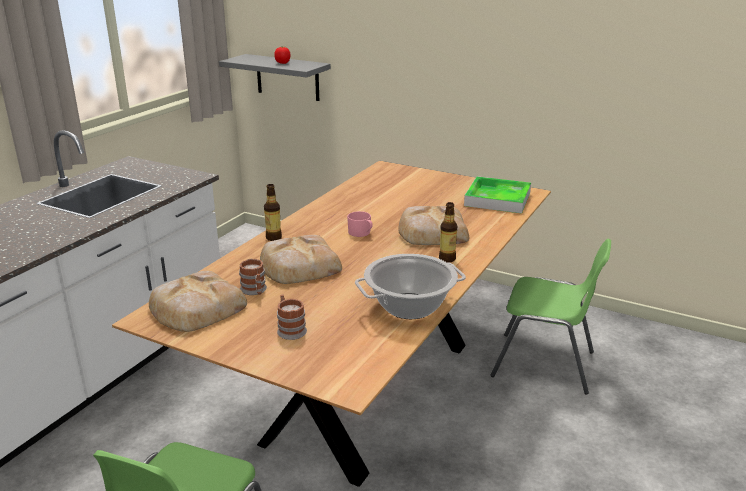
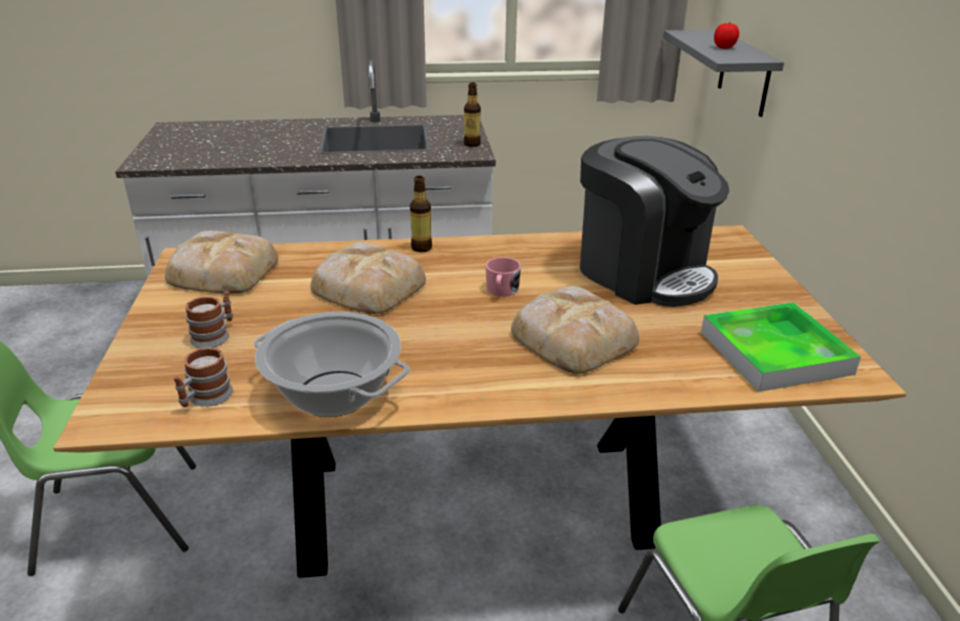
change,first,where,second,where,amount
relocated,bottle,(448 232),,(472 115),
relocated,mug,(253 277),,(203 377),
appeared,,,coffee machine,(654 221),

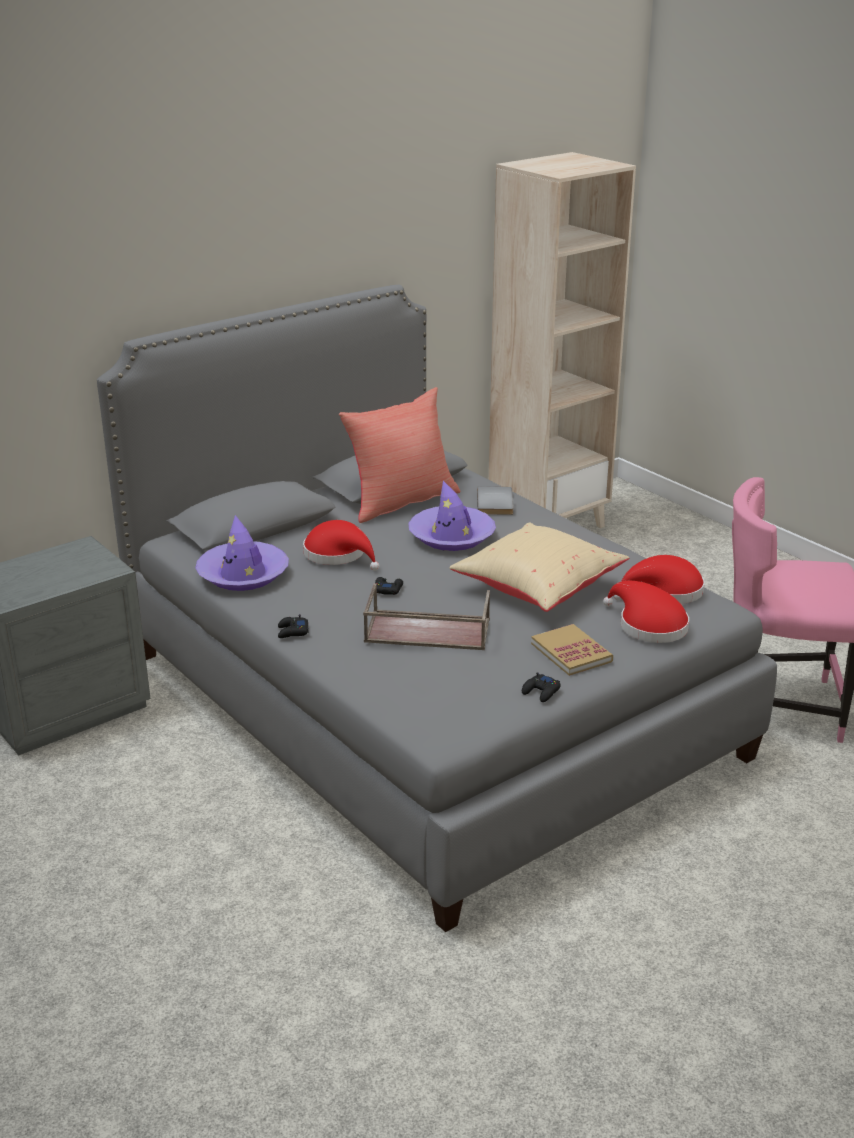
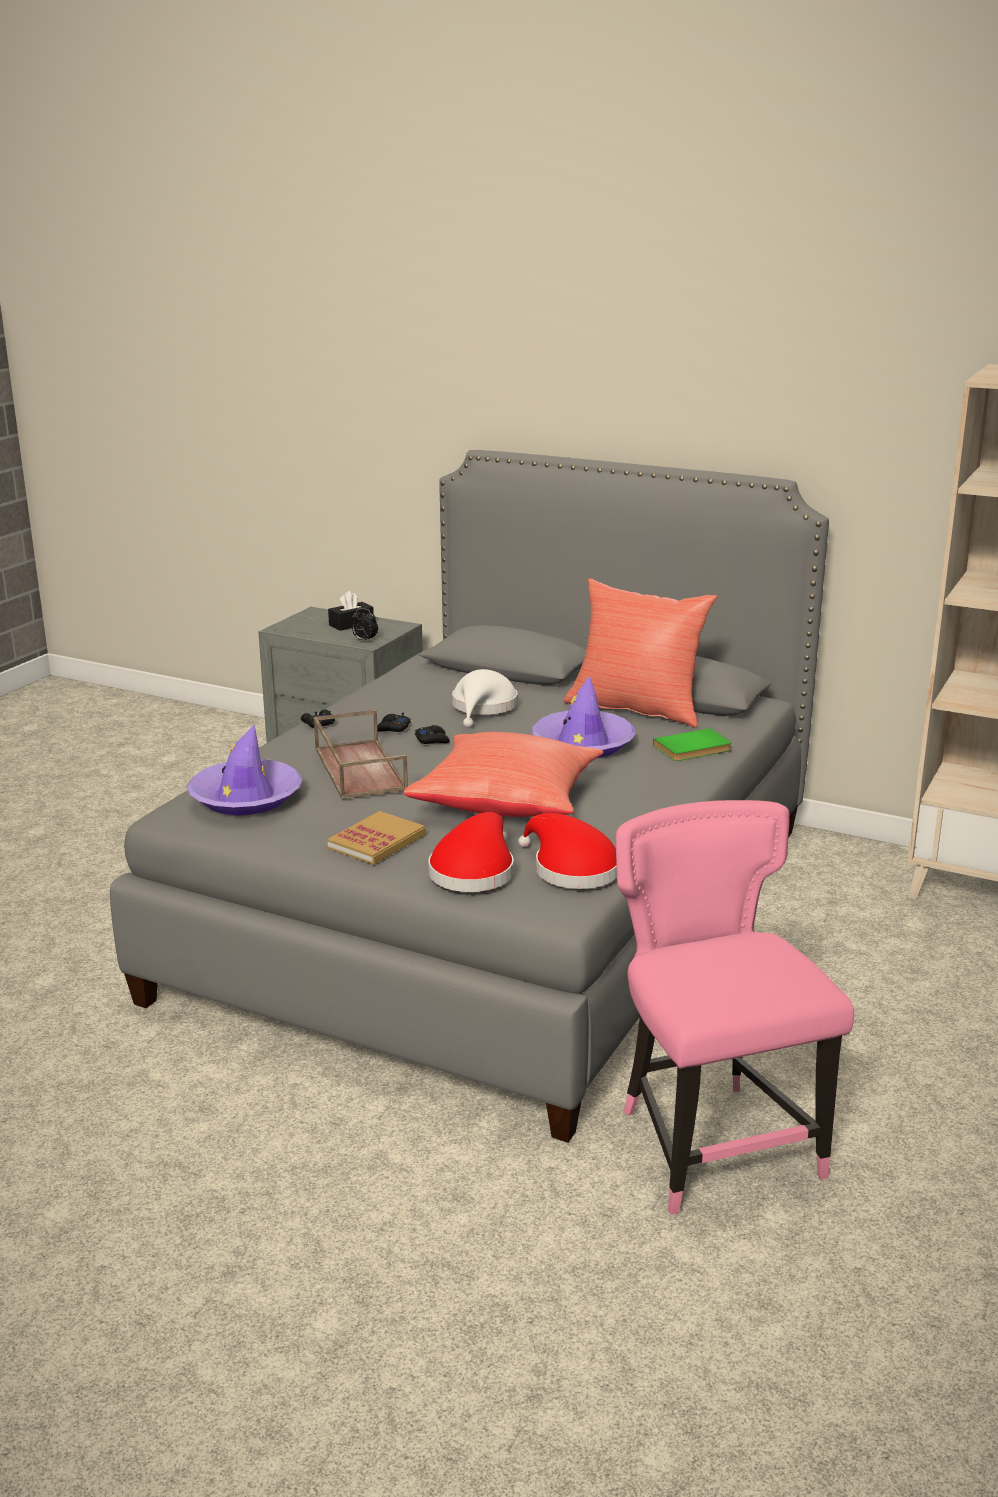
change,first,where,second,where,amount
colour,grey book,(495 501),green book,(692 744),
relocated,purple hat,(242 553),,(245 770),
colour,red hat,(341 545),white hat,(484 698),
colour,beige pillow,(539 567),red pillow,(503 774),
relocated,black game controller,(541 687),,(394 722),
appeared,,,black tissue box,(351 611),
appeared,,,alarm clock,(364 625),

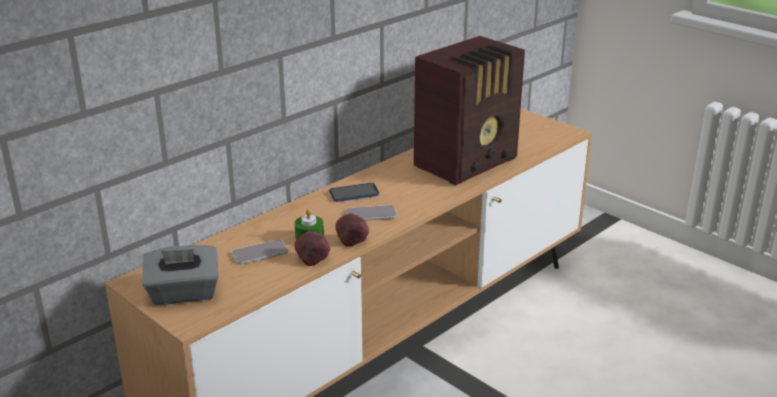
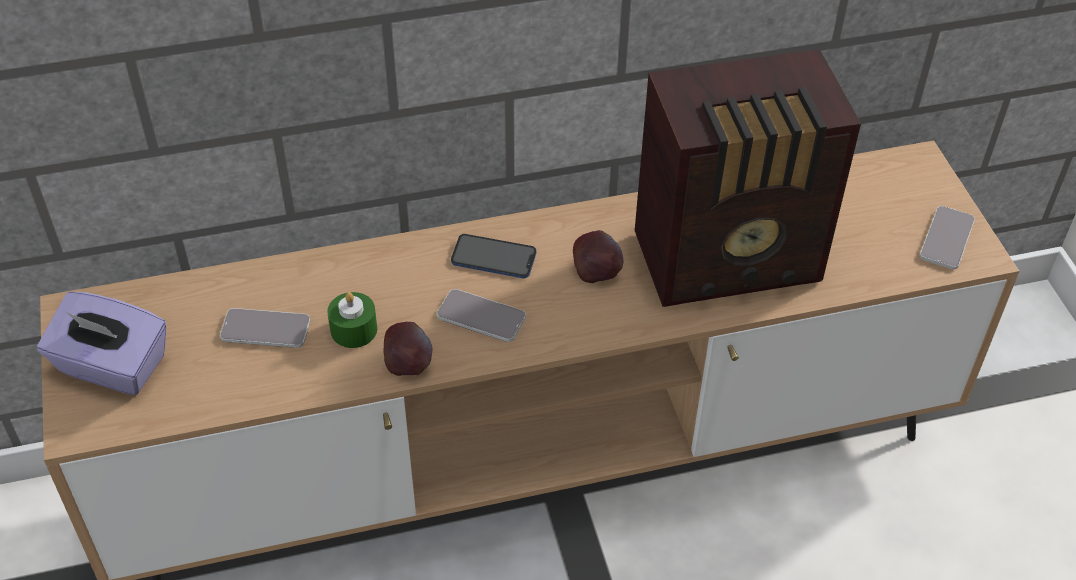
change,first,where,second,where,amount
relocated,apple,(312 248),,(598 256),
colour,grey tissue box,(180 275),purple tissue box,(101 343),
appeared,,,phone,(947 237),

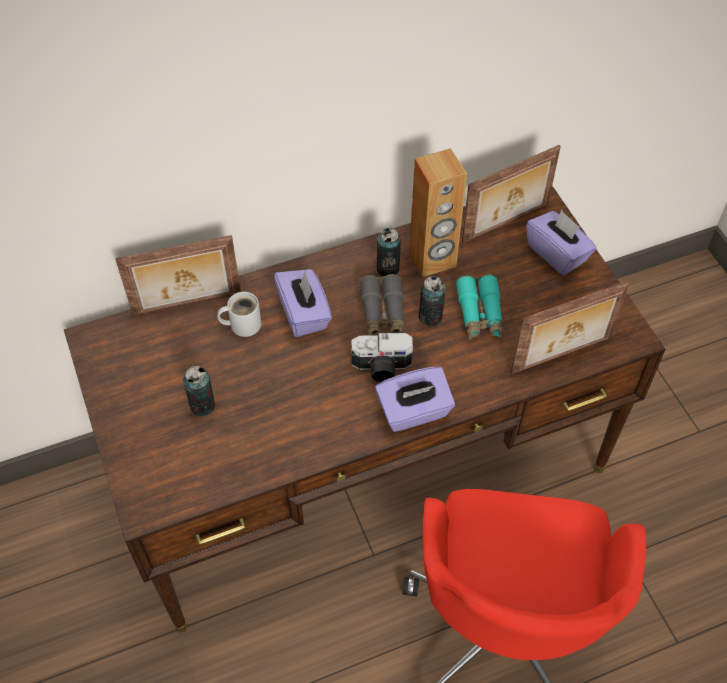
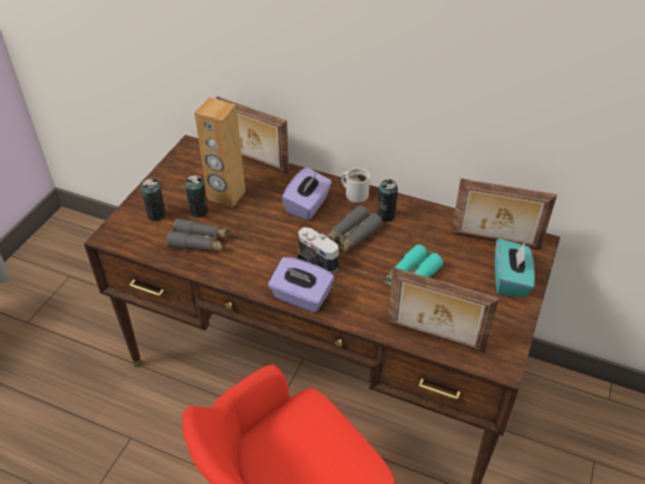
change,first,where,second,where,amount
relocated,brown speaker,(438 212),,(220 152),
colour,purple tissue box,(561 242),turquoise tissue box,(515 268),
relocated,can,(432 301),,(153 199),
relocated,white mug,(239 314),,(355 185),
appeared,,,grey binoculars,(198 234),

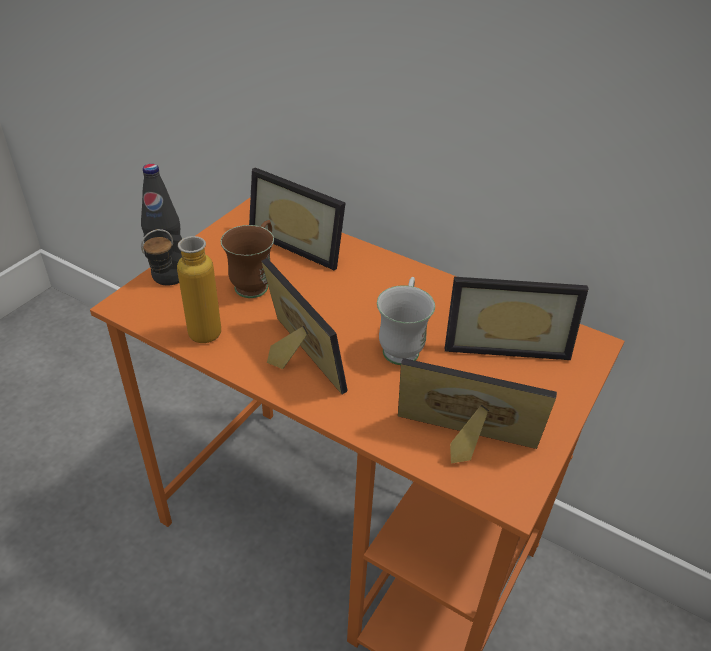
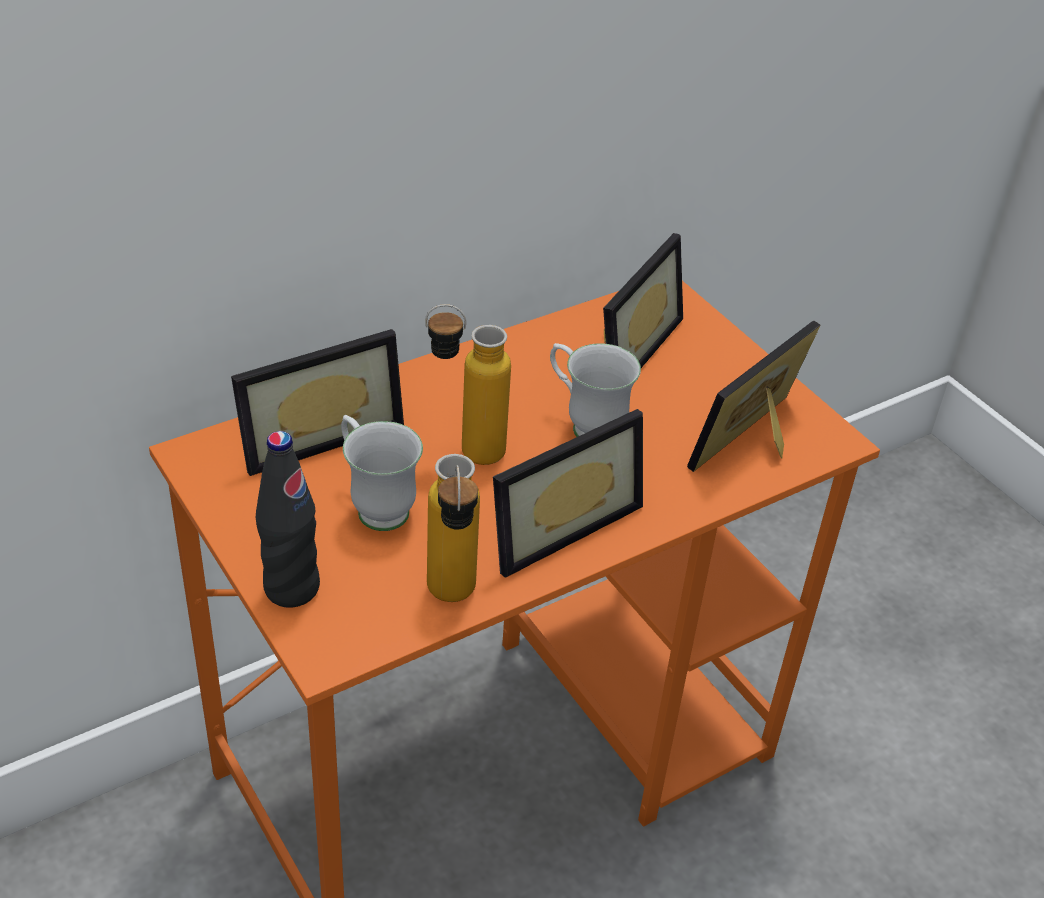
change,first,where,second,where,amount
colour,brown mug,(247 259),white mug,(382 473),
spun,picture frame,(304 326),,(568 493),150 degrees clockwise
appeared,,,bottle,(468 384),

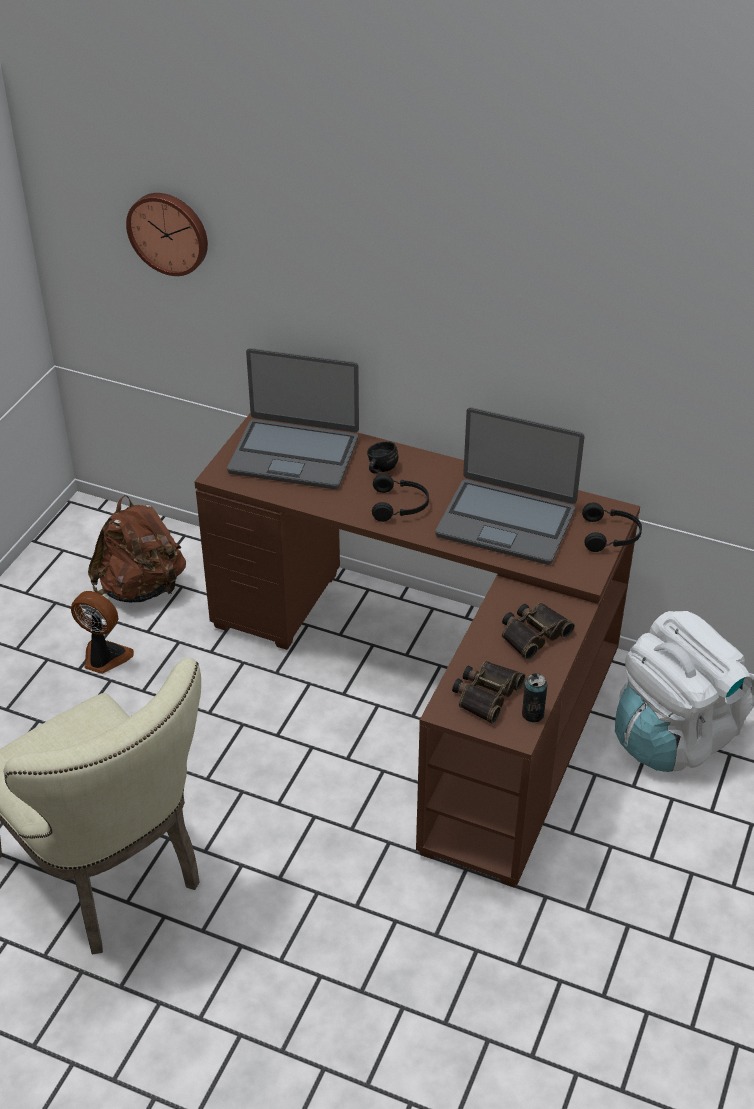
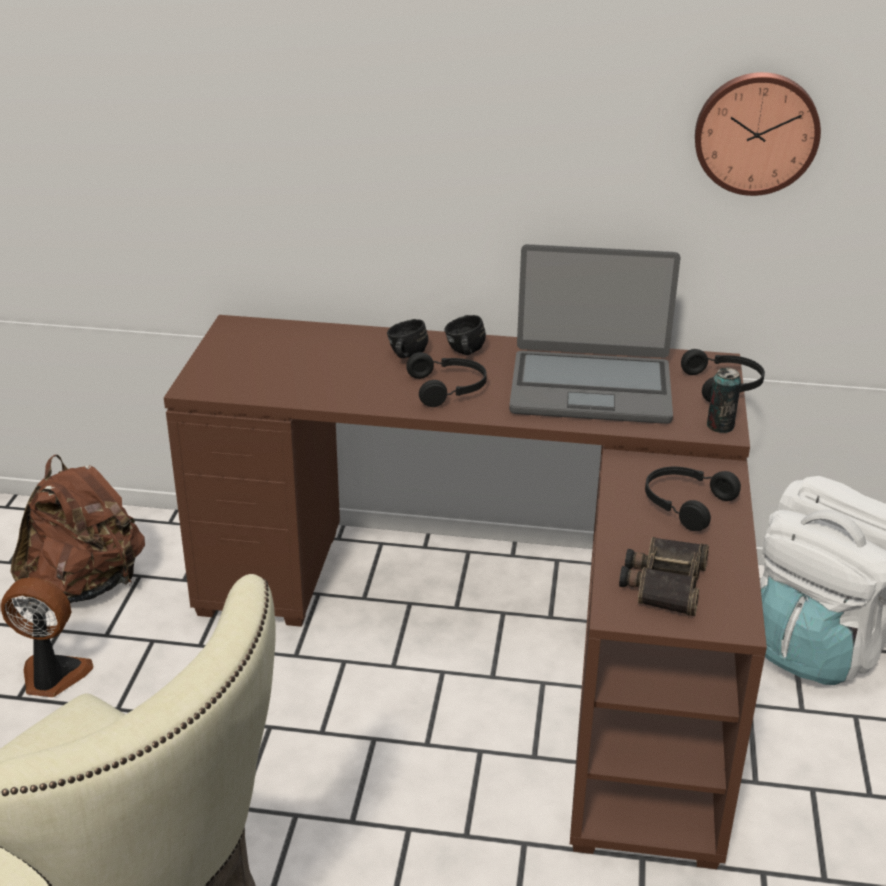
change,first,where,second,where,amount
relocated,wall clock,(167 234),,(758 134),
missing,laptop,(293 418),,,
exchanged,binoculars,(538 631),black headphones,(693 499),
relocated,can,(534 698),,(724 400),
appeared,,,black mug,(465 335),

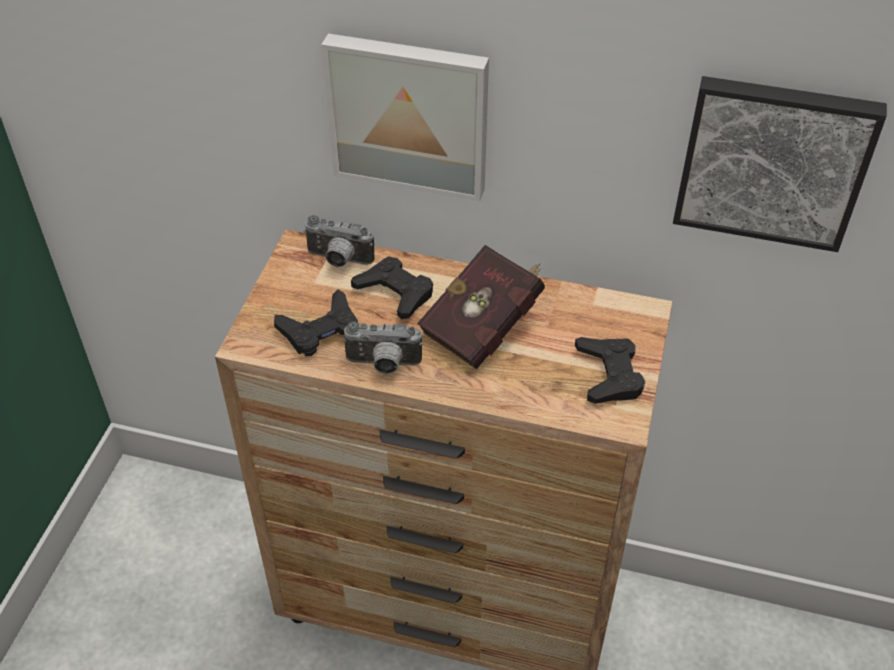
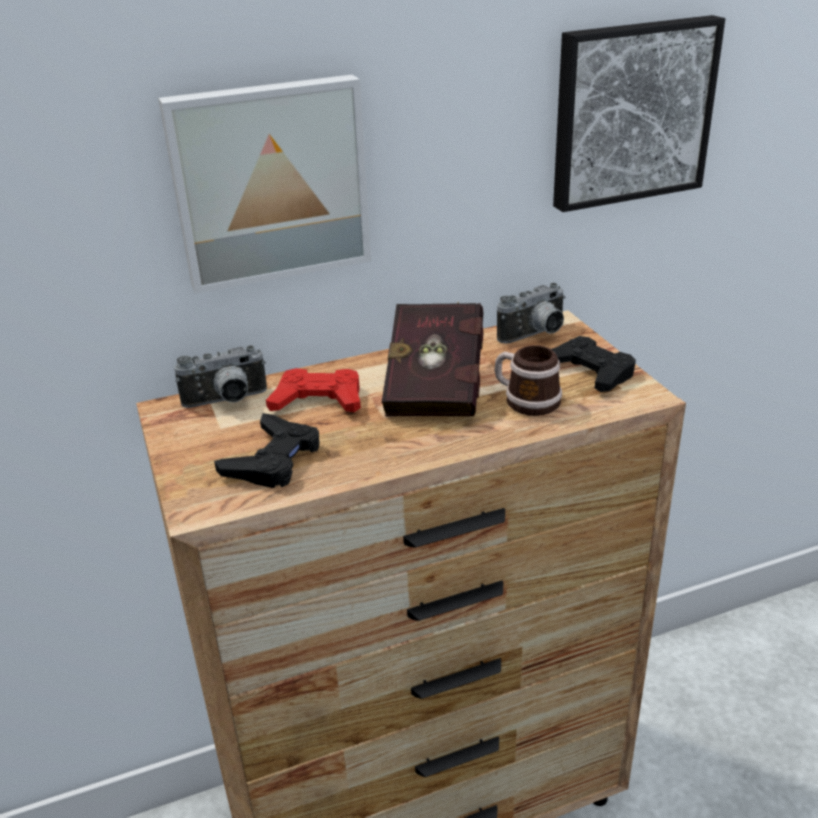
change,first,where,second,where,amount
colour,black game controller,(392 287),red game controller,(313 390),
relocated,photo camera,(383 347),,(531 313),
appeared,,,mug,(528 380),

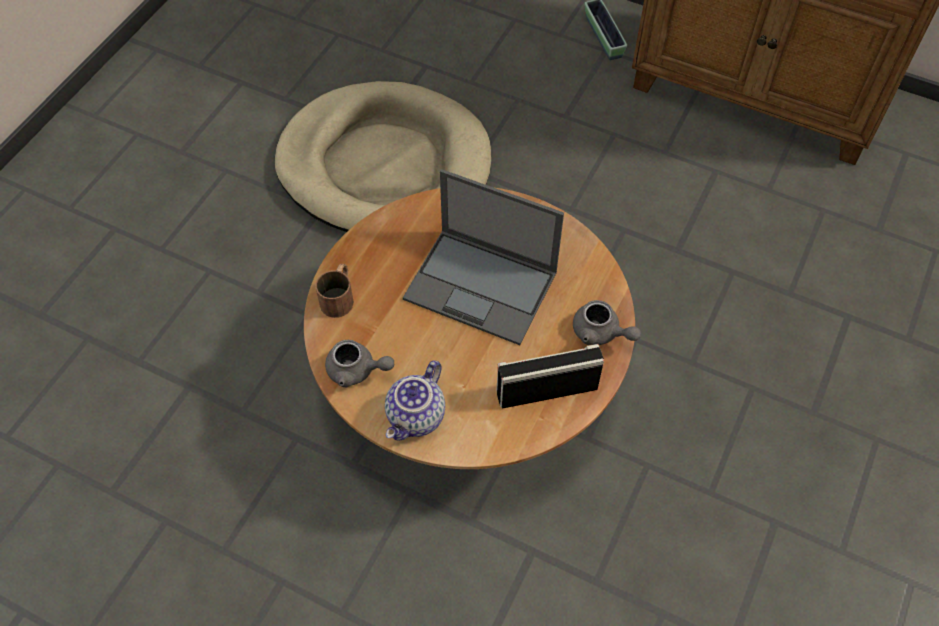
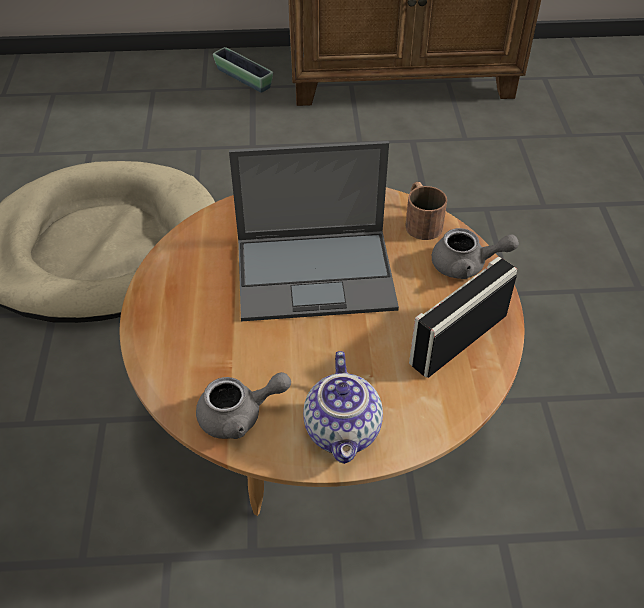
change,first,where,second,where,amount
relocated,brown mug,(334 291),,(426 211),

